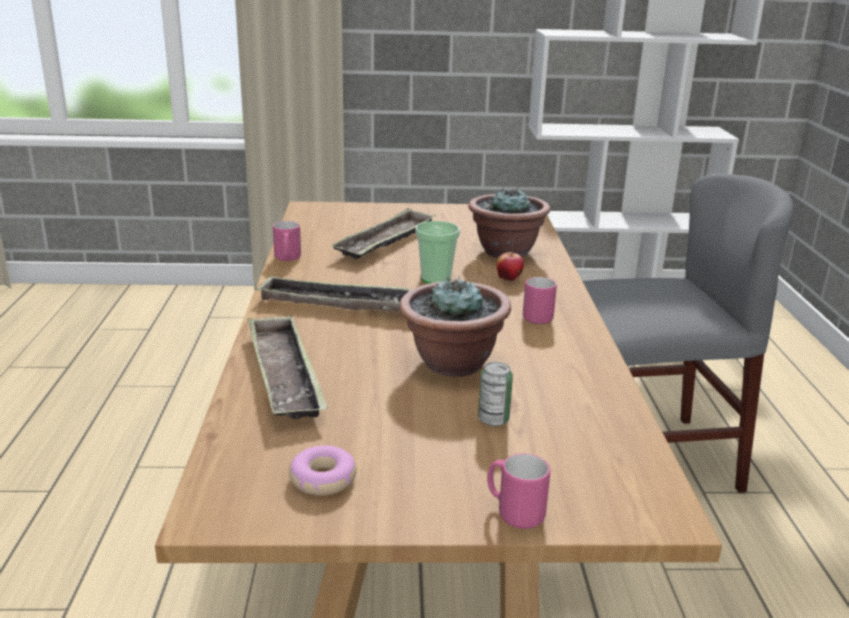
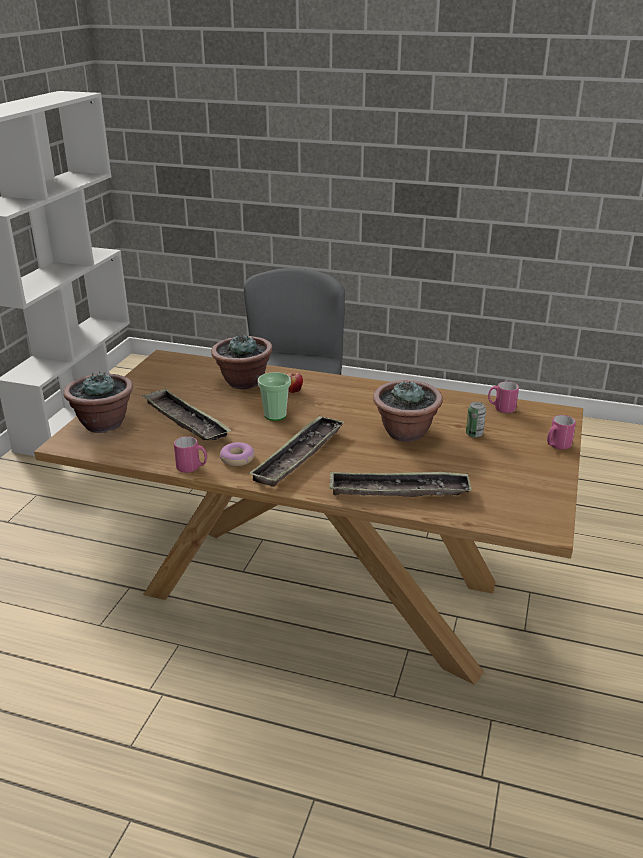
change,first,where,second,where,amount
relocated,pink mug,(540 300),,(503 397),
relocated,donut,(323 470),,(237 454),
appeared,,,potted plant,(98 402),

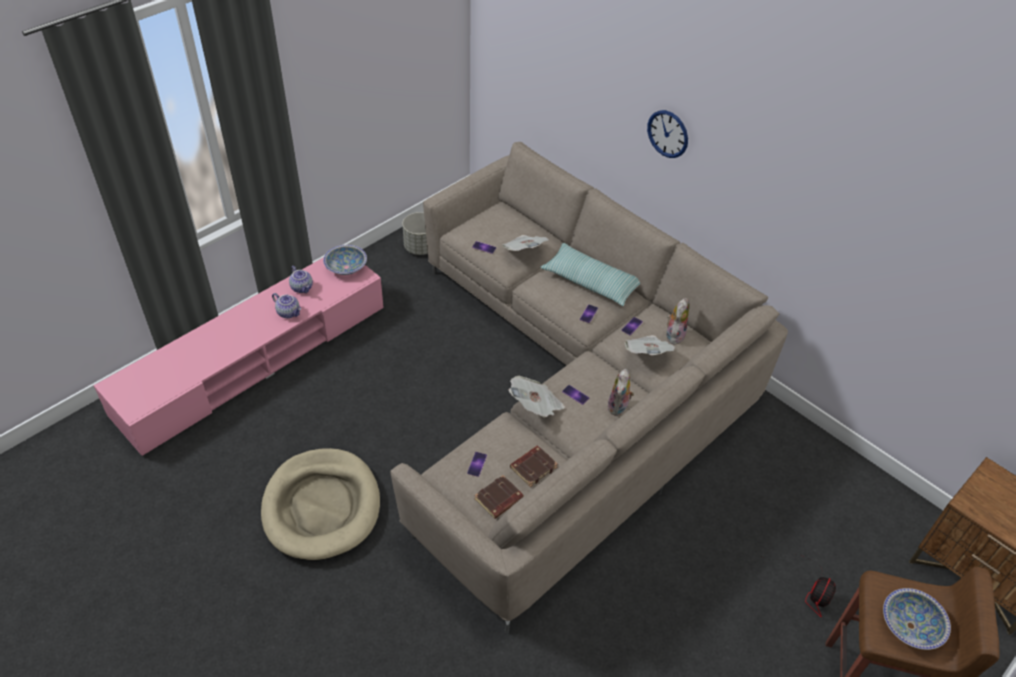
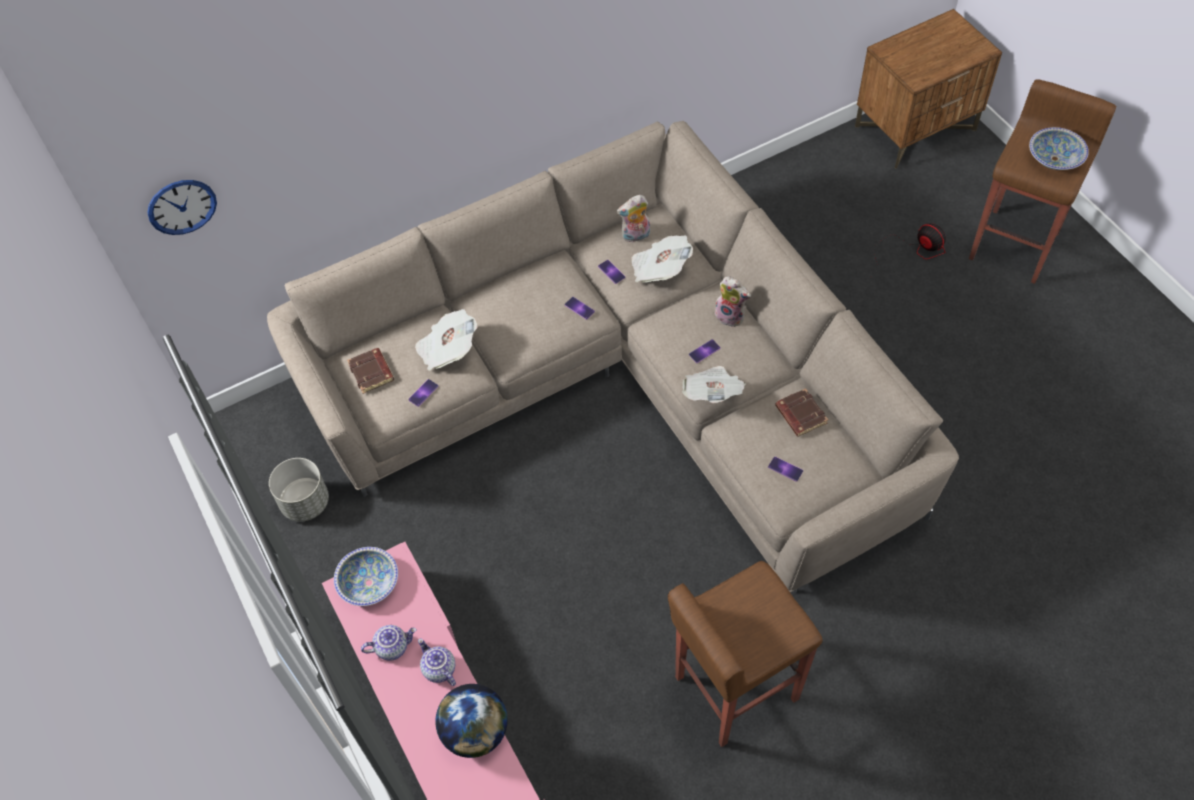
change,first,where,second,where,amount
relocated,wall clock,(667 134),,(182 207),
missing,pillow,(590 274),,,
spun,teapot,(286 305),,(437 662),90 degrees counterclockwise
spun,plush toy,(678 321),,(633 219),60 degrees counterclockwise
exchanged,beige dog bed,(320 504),brown stool,(745 654),
relocated,brown book,(499 497),,(370 371),
appeared,,,globe,(471 721),

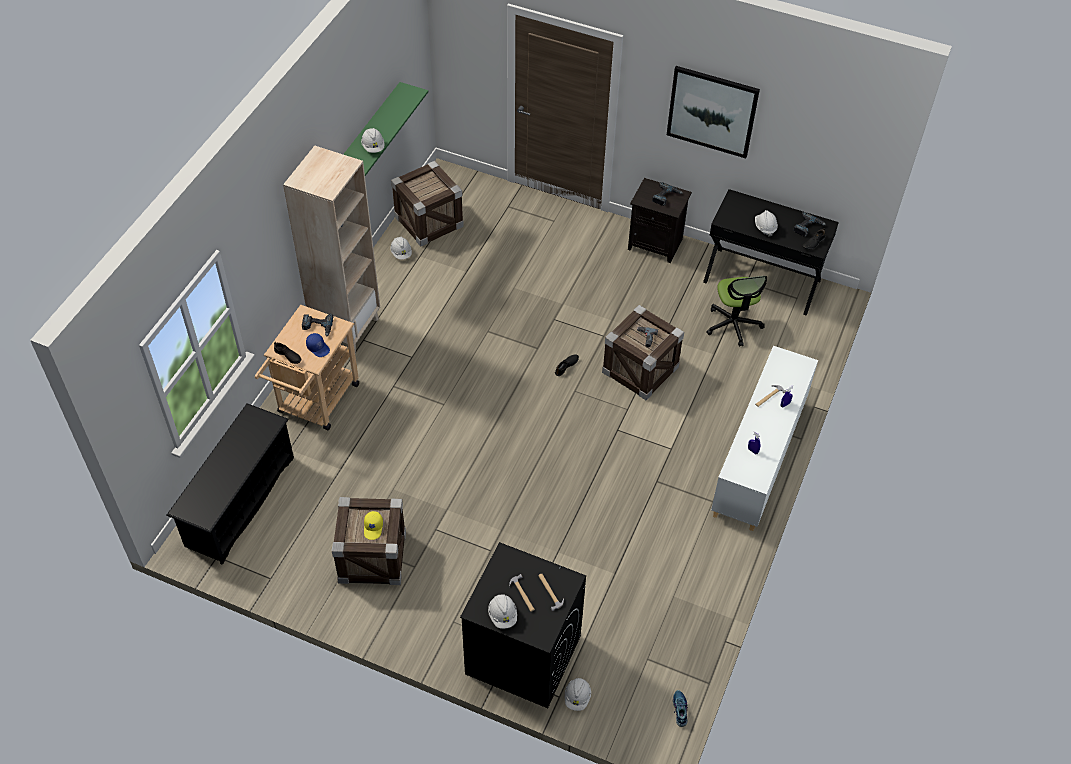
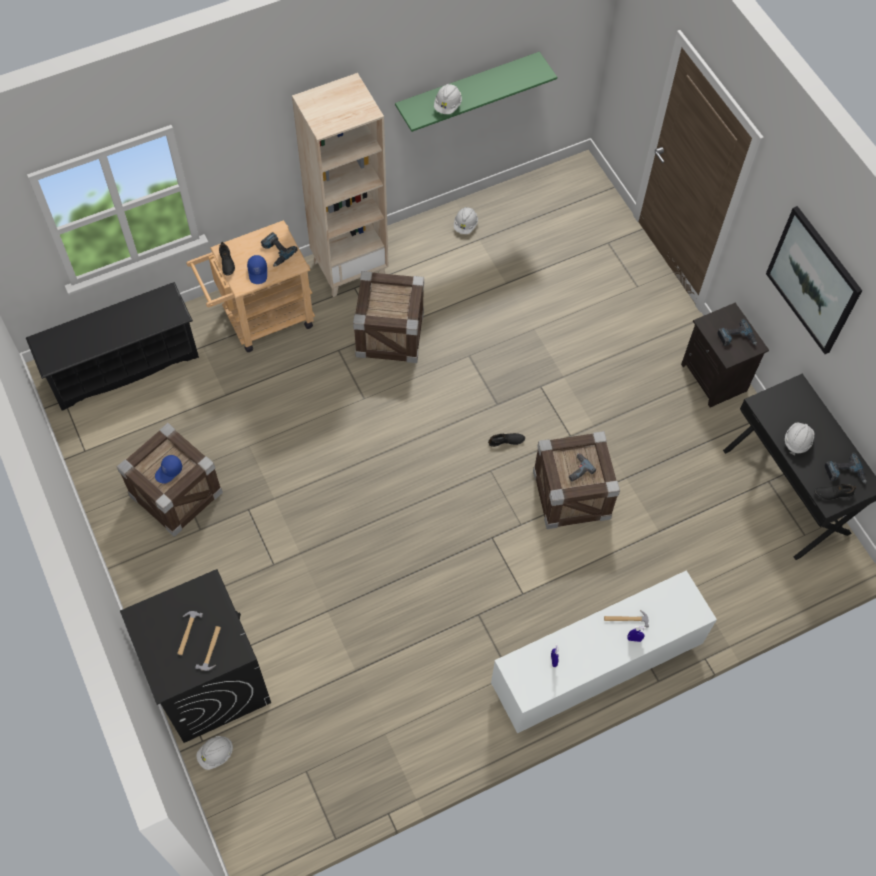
change,first,where,second,where,amount
relocated,crate,(427 204),,(388 317),
missing,office chair,(736 311),,,
colour,yellow cap,(373 525),blue cap,(168 469),
missing,white hard hat,(502 611),,,
missing,shoe,(680 708),,,

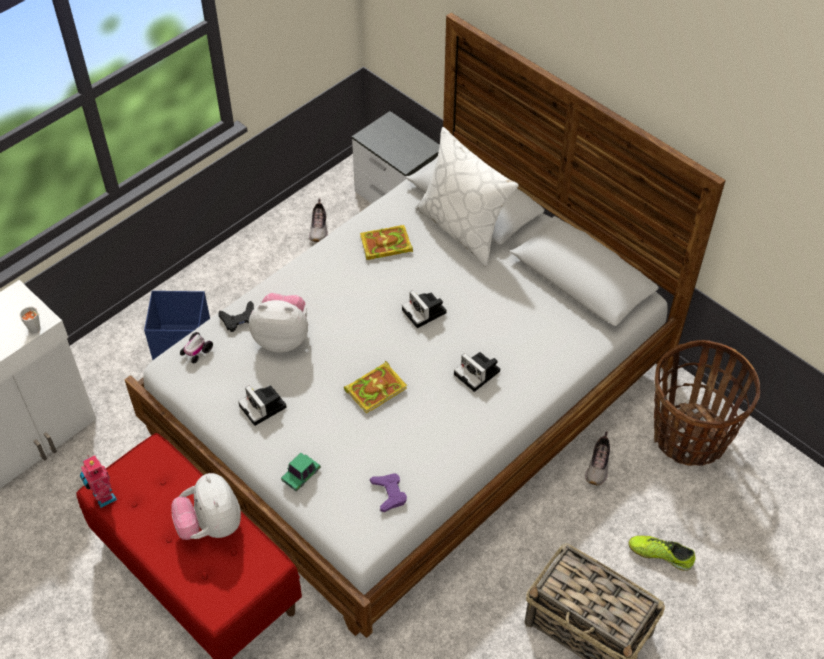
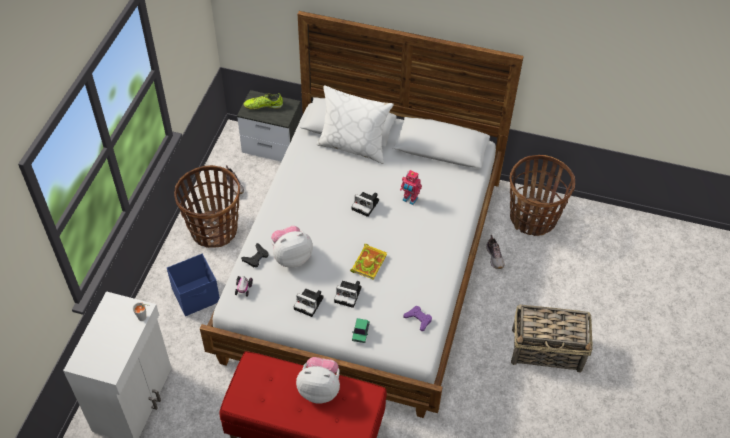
change,first,where,second,where,amount
missing,book,(386 242),,,
relocated,photo camera,(477 372),,(347 294),
relocated,toy robot,(98 481),,(411 187),
spun,plush toy,(206 506),,(318 380),150 degrees clockwise
relocated,shoe,(662 553),,(263 101),
appeared,,,basket,(207 206),

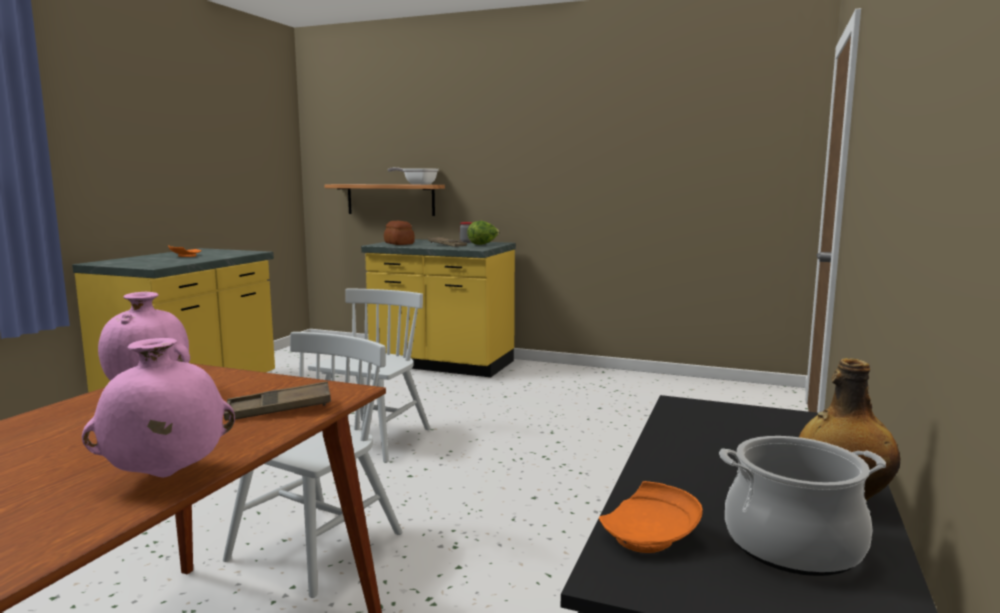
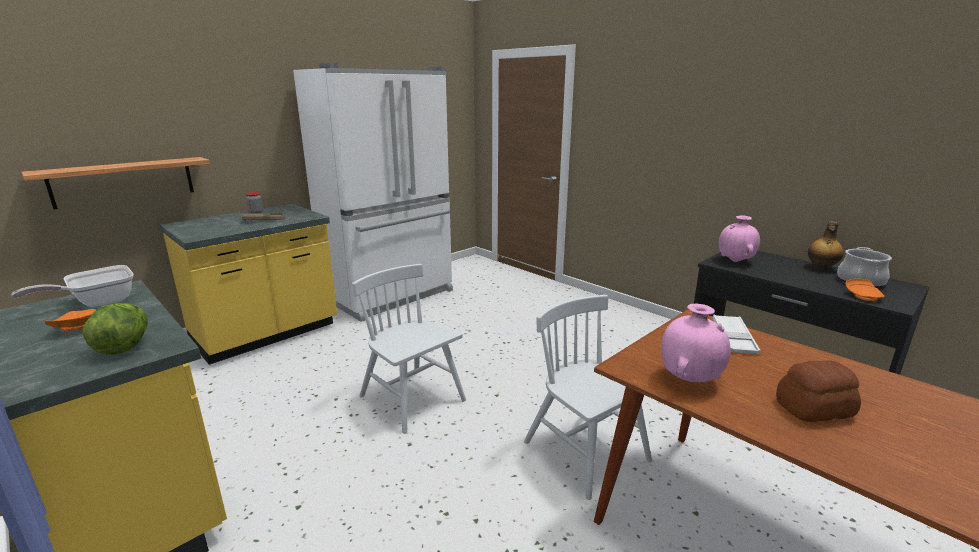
change,first,where,second,where,amount
relocated,frying pan,(413 176),,(73 286),
relocated,bread,(399 233),,(818 391),
relocated,lettuce,(483 233),,(115 329),
relocated,pink vase,(158 408),,(739 239),
colour,brown tray,(277 401),white tray,(736 334),
appeared,,,white fridge,(373 192),

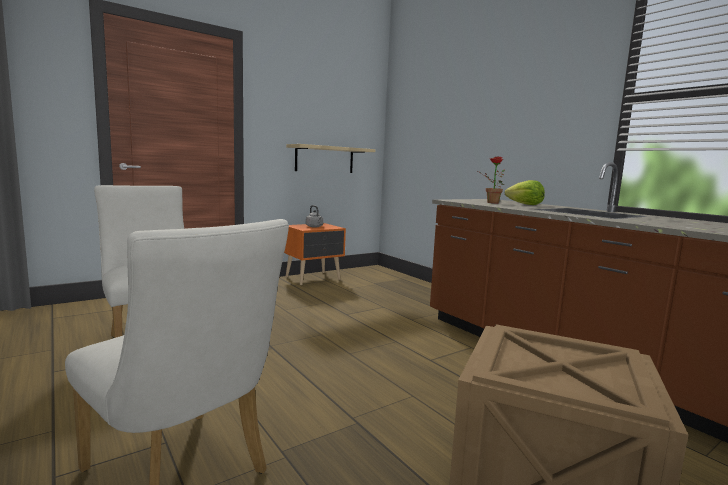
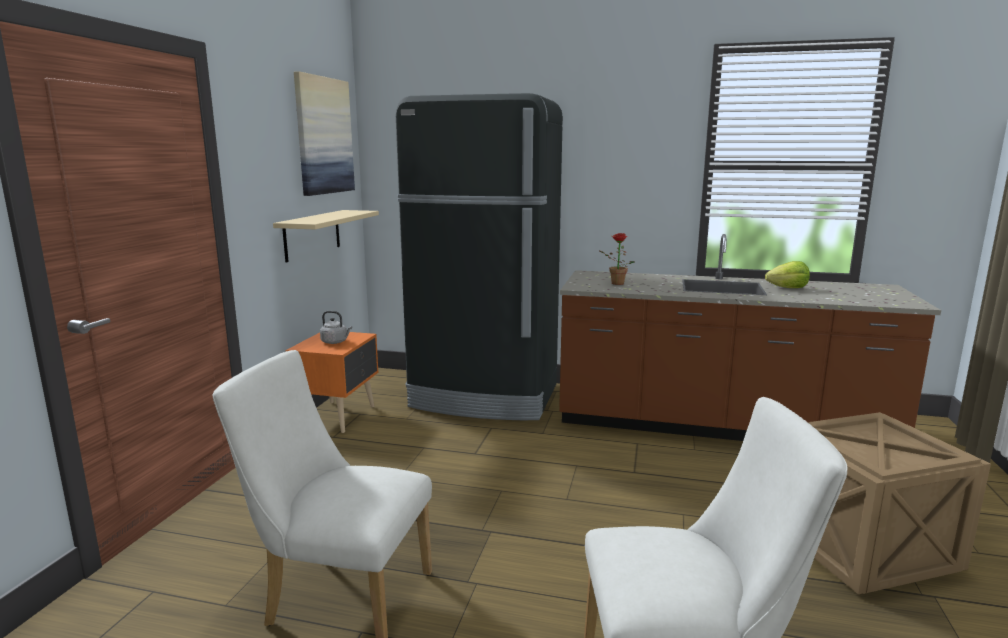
change,first,where,second,where,amount
relocated,lettuce,(525 192),,(787 274),
appeared,,,picture,(324 133),
appeared,,,black fridge,(479 256),

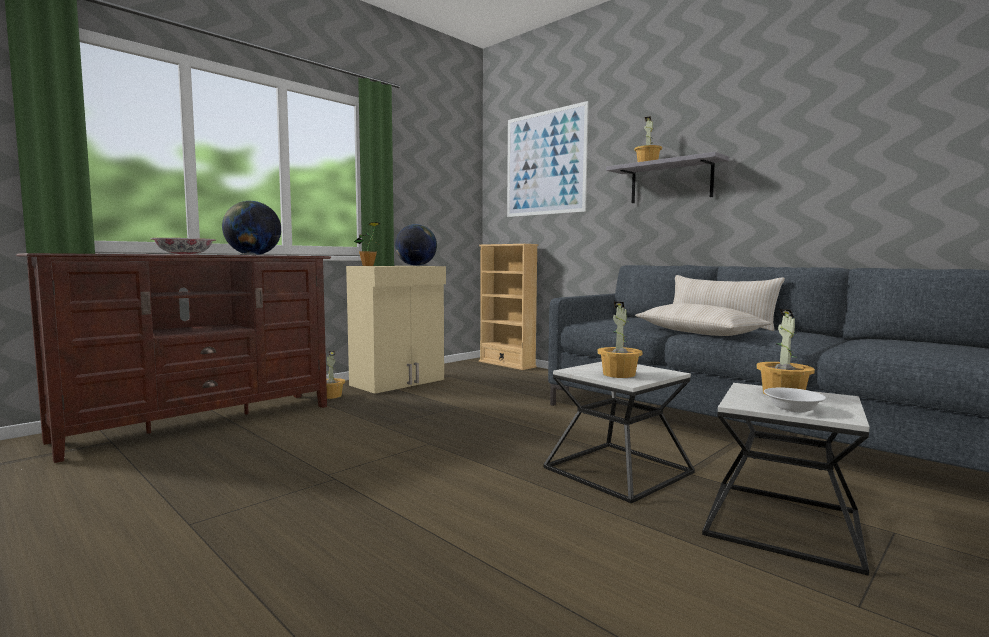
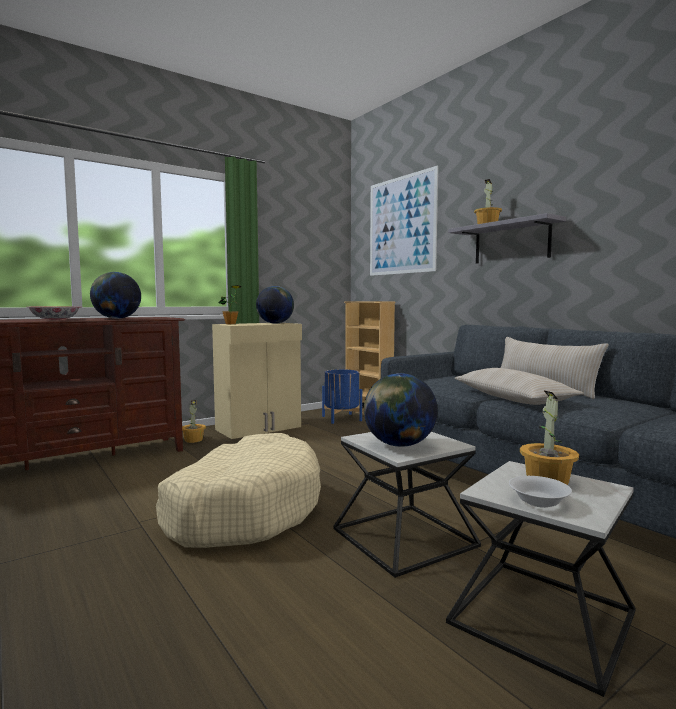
change,first,where,second,where,amount
exchanged,potted plant,(620 340),globe,(401 410),
appeared,,,blue planter,(342 396),
appeared,,,beige dog bed,(238 490),

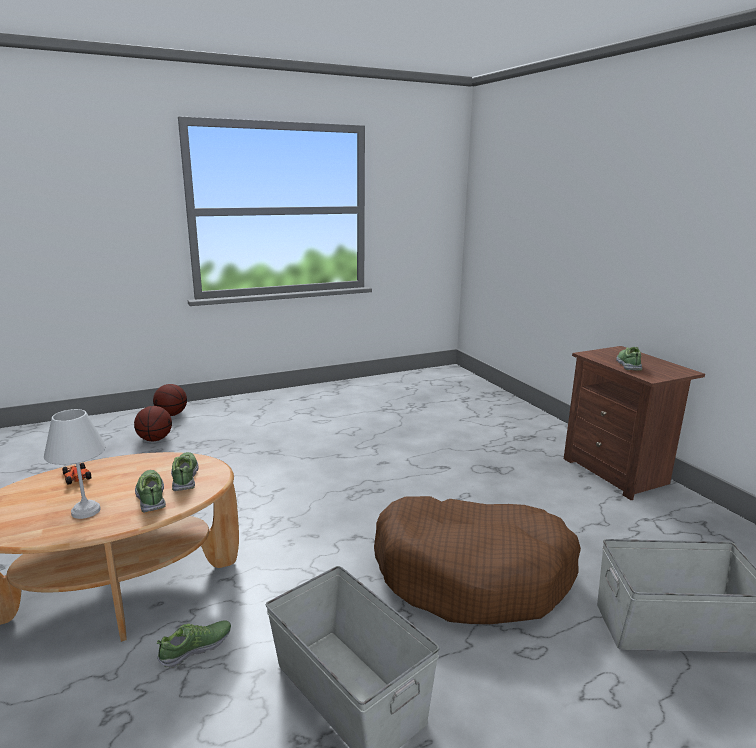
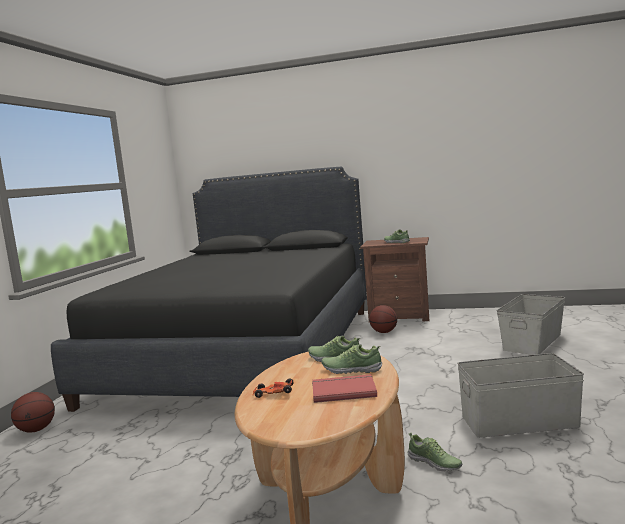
change,first,where,second,where,amount
relocated,basketball,(153 423),,(383 319),
exchanged,white table lamp,(75 464),red book,(344 388),
missing,brown dog bed,(477 560),,,
spun,shoe,(194 644),,(435 452),135 degrees clockwise
appeared,,,black bed,(209 289),

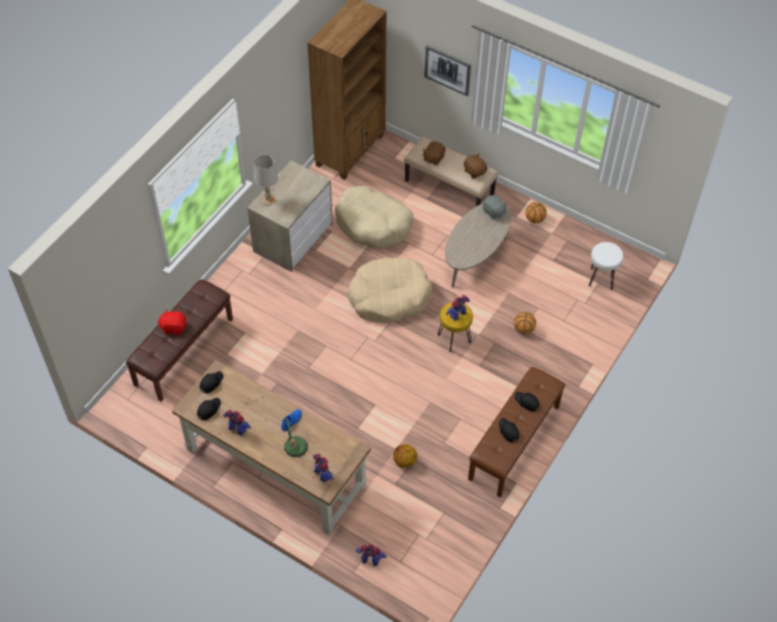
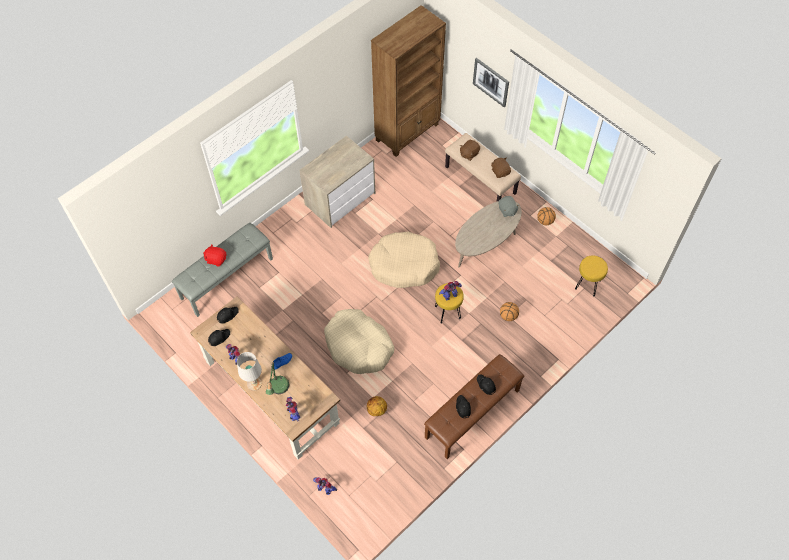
change,first,where,second,where,amount
relocated,white table lamp,(266 180),,(249 371),
relocated,beige dog bed,(374 217),,(359 341),
colour,white stool,(606 266),yellow stool,(591 276),
colour,brown bench,(179 340),grey bench,(222 270),

